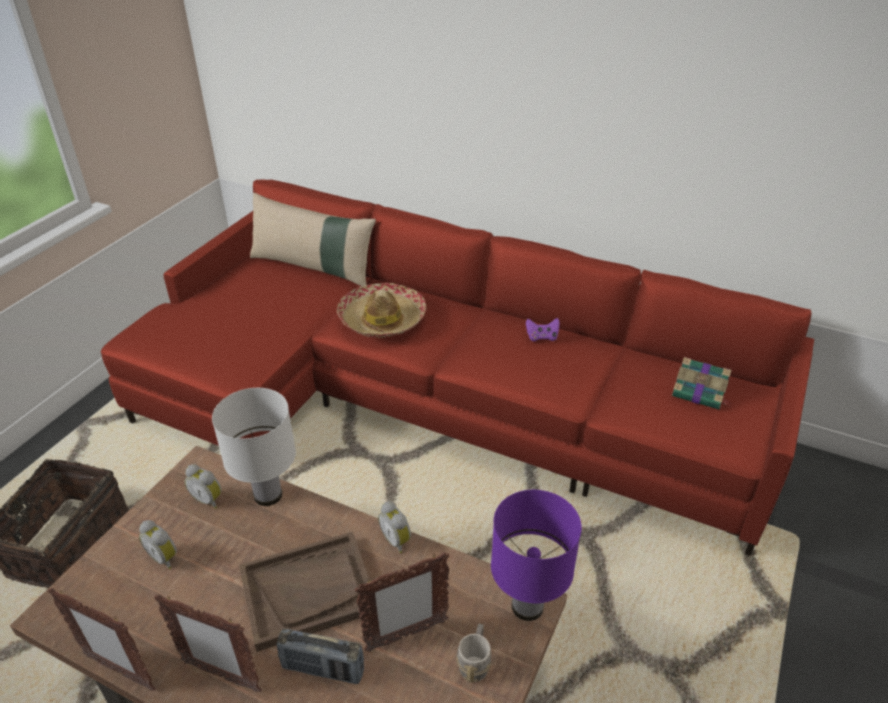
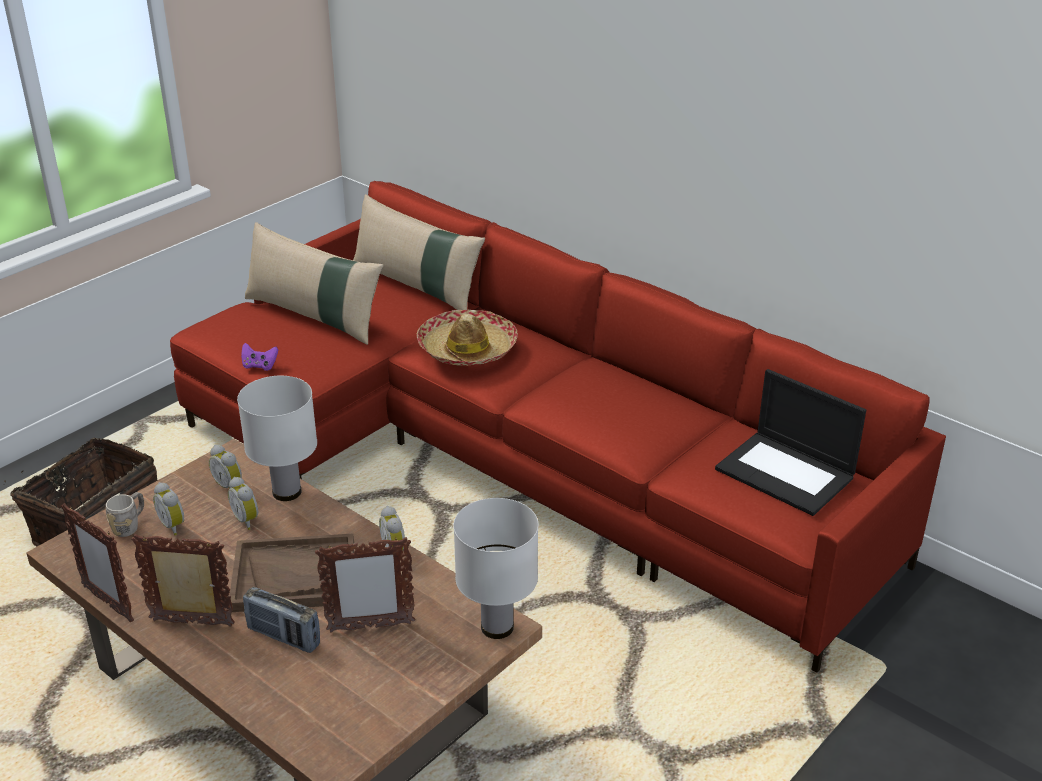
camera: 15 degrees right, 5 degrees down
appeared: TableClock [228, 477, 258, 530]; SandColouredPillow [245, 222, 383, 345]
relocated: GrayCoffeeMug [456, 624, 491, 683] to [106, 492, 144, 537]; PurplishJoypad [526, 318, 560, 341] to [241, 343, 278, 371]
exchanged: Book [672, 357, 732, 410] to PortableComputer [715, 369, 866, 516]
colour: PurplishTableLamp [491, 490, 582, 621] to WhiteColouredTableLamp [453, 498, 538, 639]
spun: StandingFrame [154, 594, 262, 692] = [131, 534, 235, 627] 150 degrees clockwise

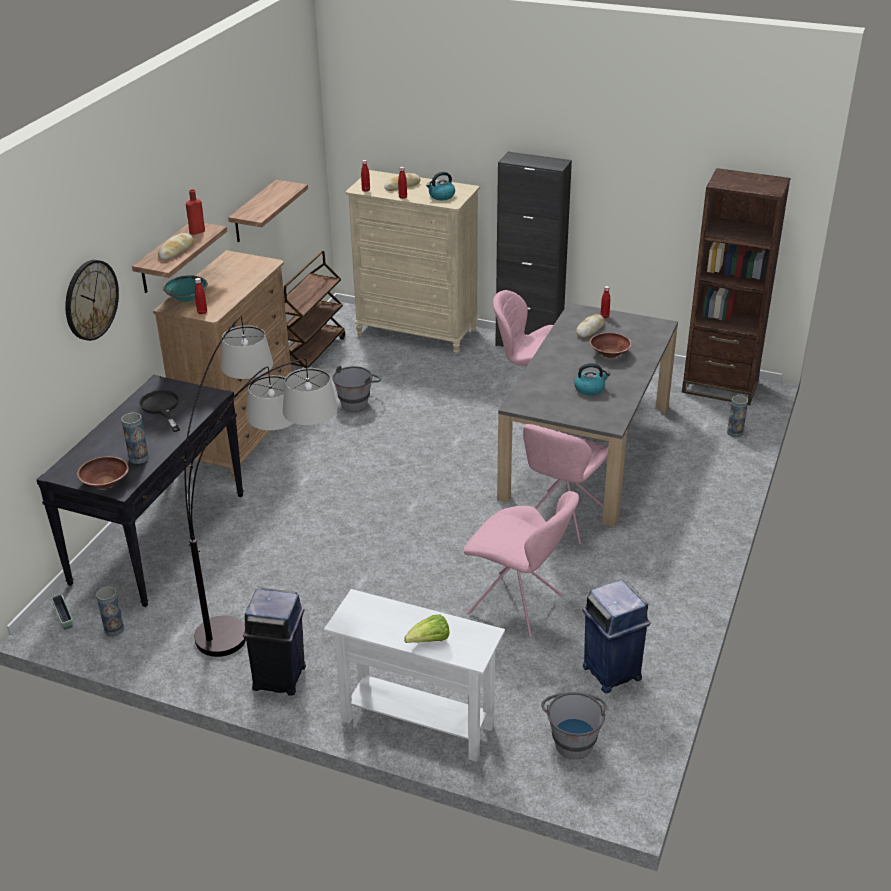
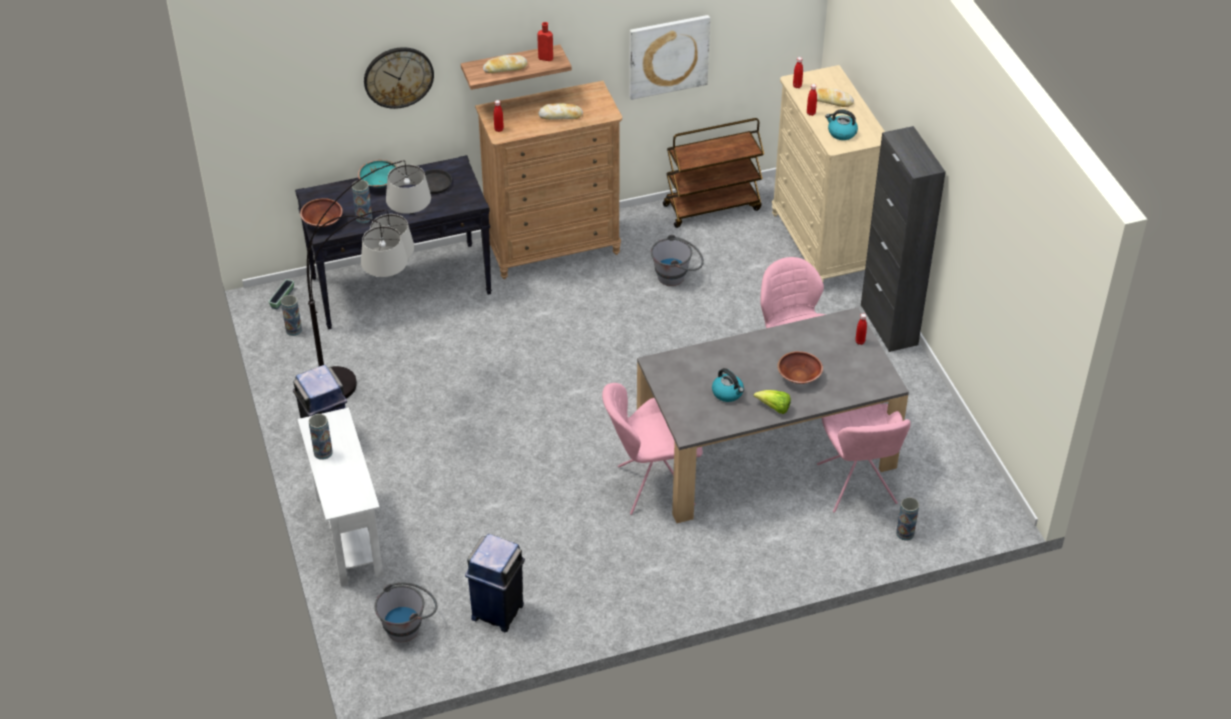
camera: 50 degrees right, 10 degrees up
missing: BrownBookcase [682, 168, 790, 405]
appeared: FlowerVase [309, 414, 333, 460]
relocated: TurquoiseDeepDish [163, 275, 208, 302] to [358, 160, 397, 188]; LettuceHead [404, 615, 450, 643] to [754, 390, 791, 414]; PinkChair [463, 491, 579, 638] to [817, 404, 911, 513]; Bread [576, 314, 605, 338] to [538, 103, 583, 120]
exchanged: WallShelf [228, 180, 308, 242] to WallArt [629, 15, 710, 100]

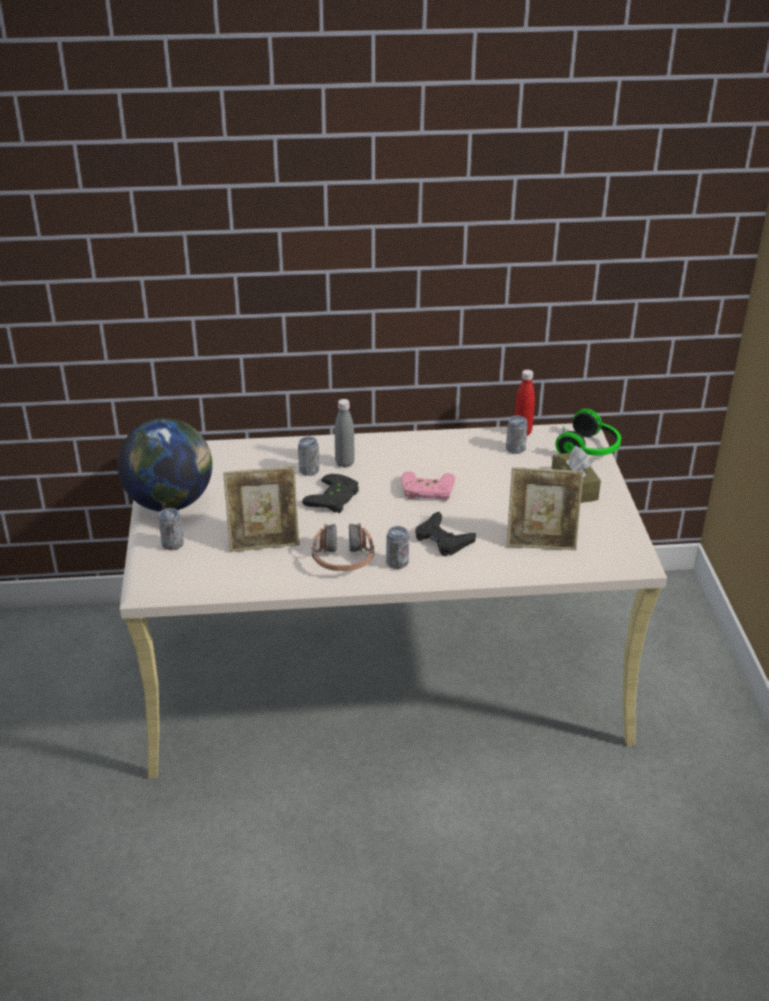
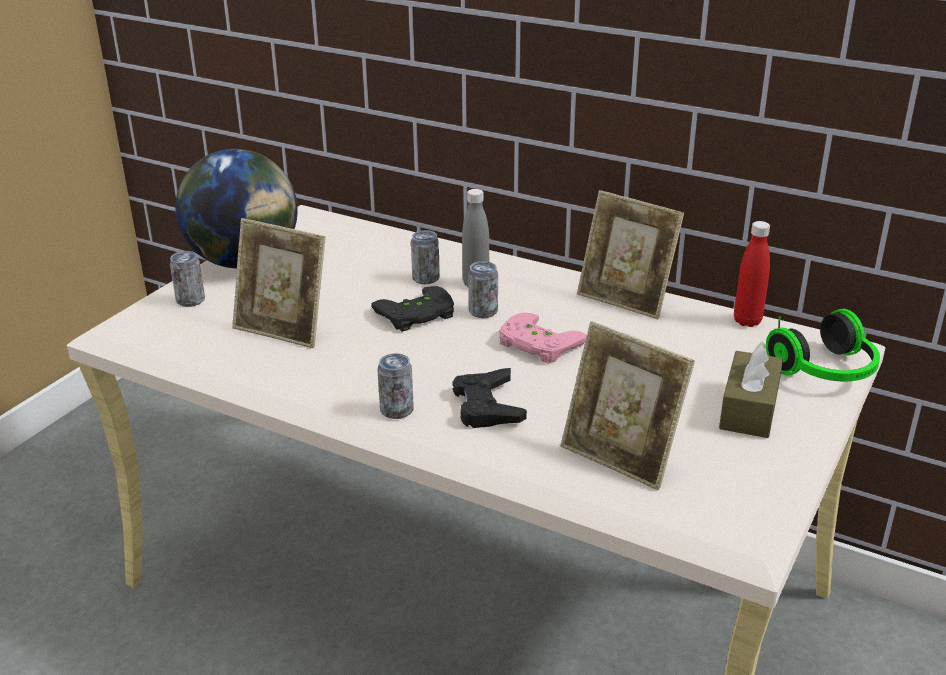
camera: 35 degrees right, 5 degrees down
missing: PairOfHeadphones [312, 523, 374, 571]
appeared: StandingFrame [577, 190, 684, 319]
relocated: Can [506, 416, 528, 454] to [468, 261, 498, 318]

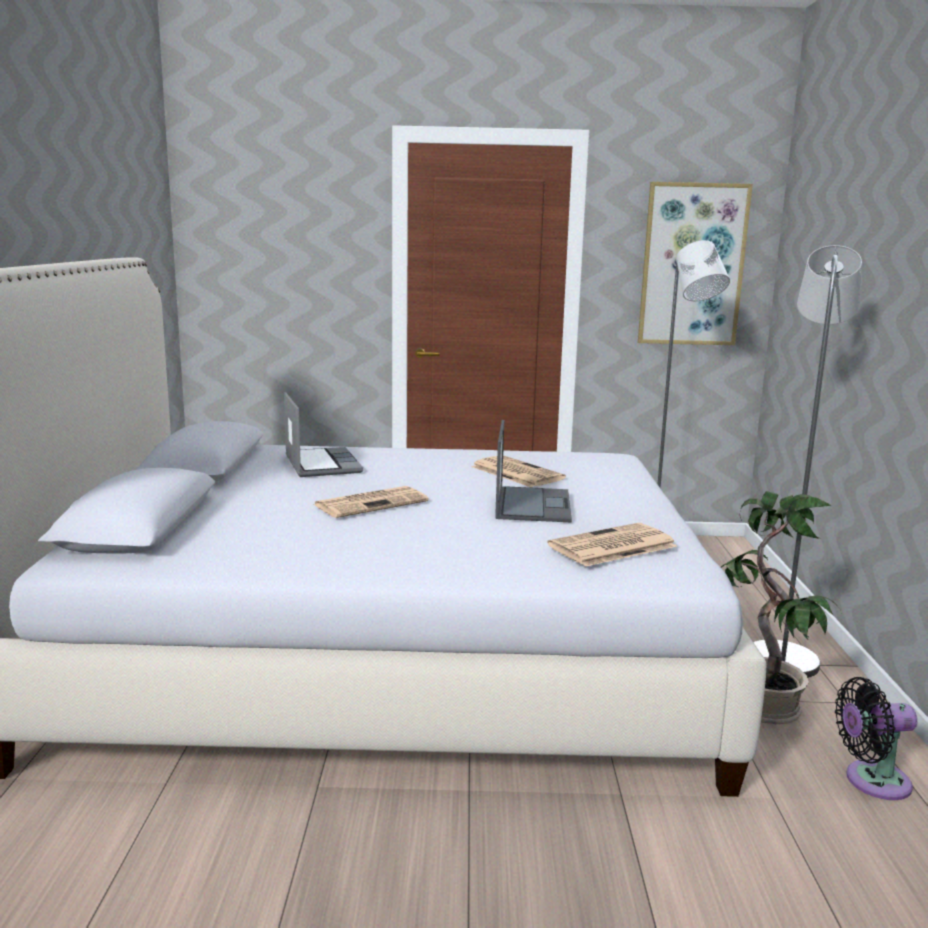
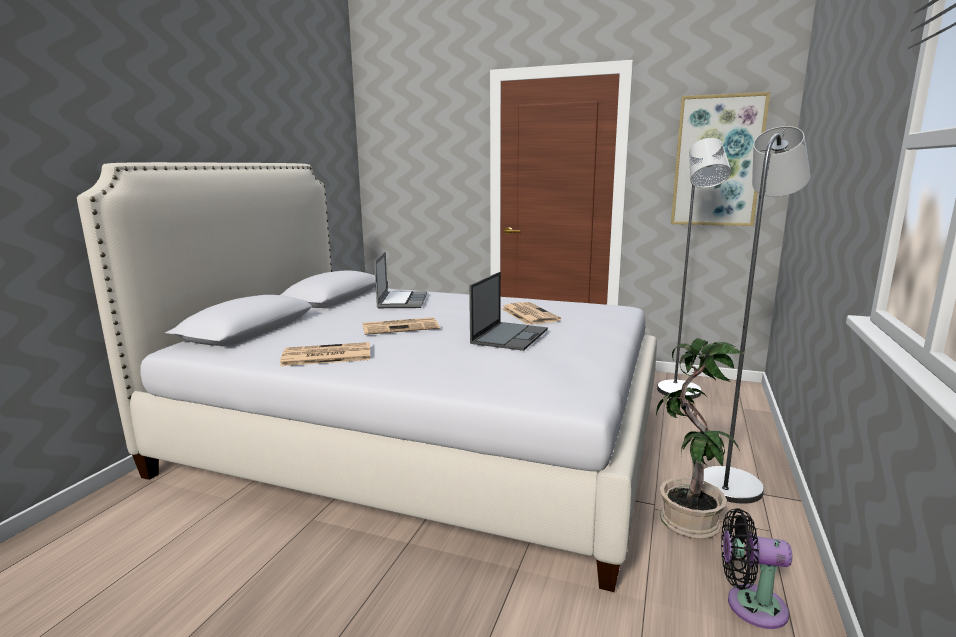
camera: 20 degrees right, 0 degrees up
relocated: Newspaper [547, 523, 677, 567] to [280, 342, 370, 366]

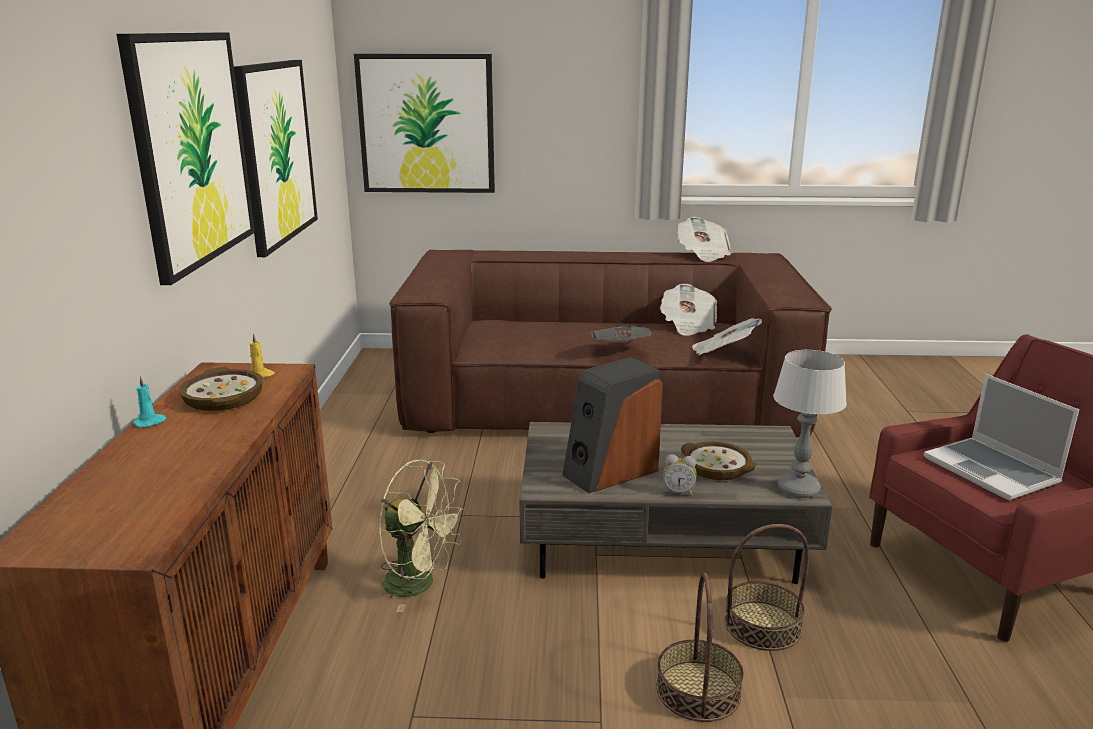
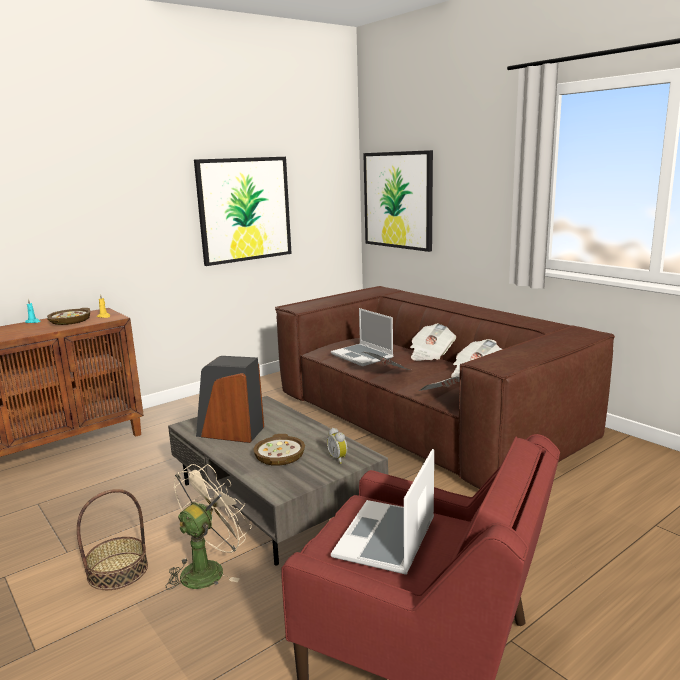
camera: 50 degrees right, 5 degrees down
missing: WallArt [116, 32, 255, 285]; GreenishFan [379, 460, 466, 612]; TableLamp [773, 350, 847, 498]
appeared: PortableComputer [331, 308, 394, 366]
relocated: TableClock [663, 454, 697, 497] to [327, 428, 348, 464]; Newspaper [678, 217, 731, 262] to [410, 323, 456, 361]
exchanged: HouseholdBasket [724, 524, 809, 651] to SandColouredFan [166, 464, 252, 590]

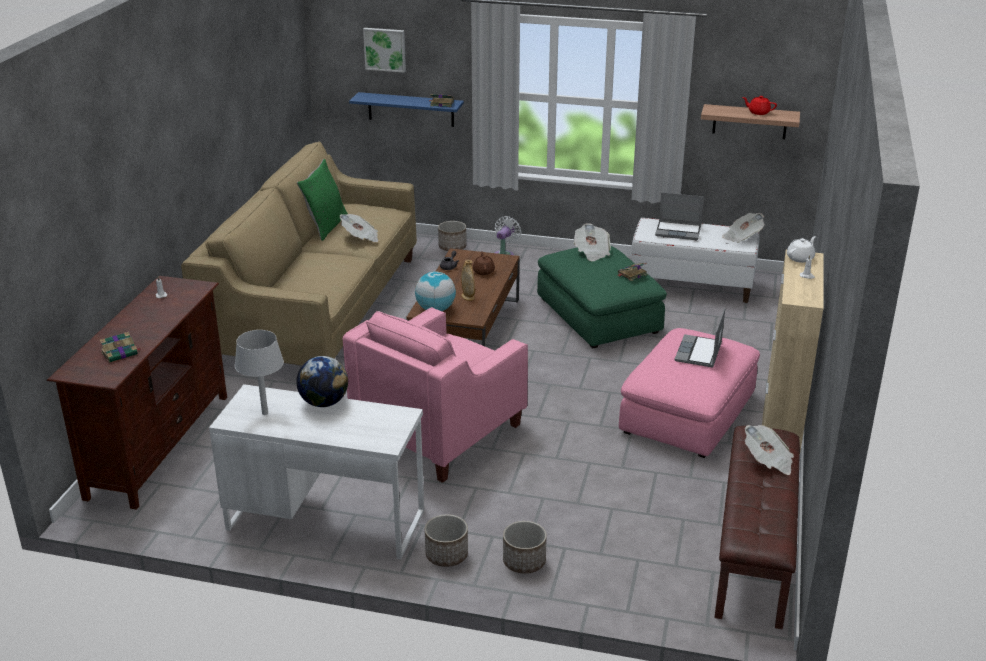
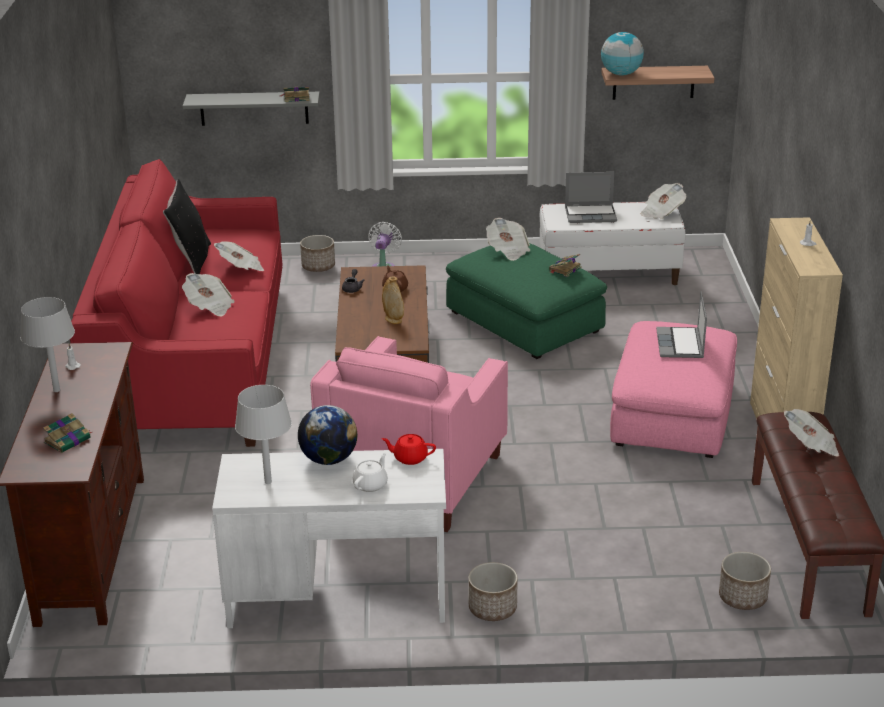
camera: 15 degrees left, 0 degrees up
missing: WallArt [363, 28, 406, 73]
appeared: GrayTableLamp [20, 297, 75, 392]; Newspaper [182, 273, 235, 316]
relocated: Globe [415, 271, 456, 311] to [601, 32, 644, 76]; Planter [503, 521, 547, 574] to [719, 552, 771, 610]; RedColouredTeapot [742, 96, 777, 115] to [381, 434, 436, 465]; WhiteColouredTeapot [787, 236, 816, 263] to [352, 453, 388, 492]
colour: SandColouredCouch [181, 142, 417, 365] to RedColouredCouch [70, 159, 282, 447]; GreenishPillow [297, 159, 348, 241] to BlackishPillow [163, 179, 211, 274]; BluishWallShelf [349, 92, 464, 127] to GrayWallShelf [183, 92, 320, 126]

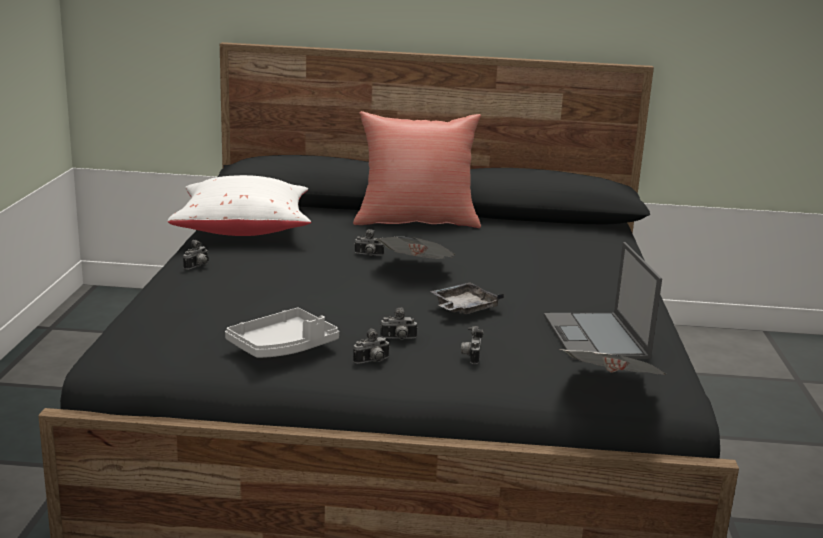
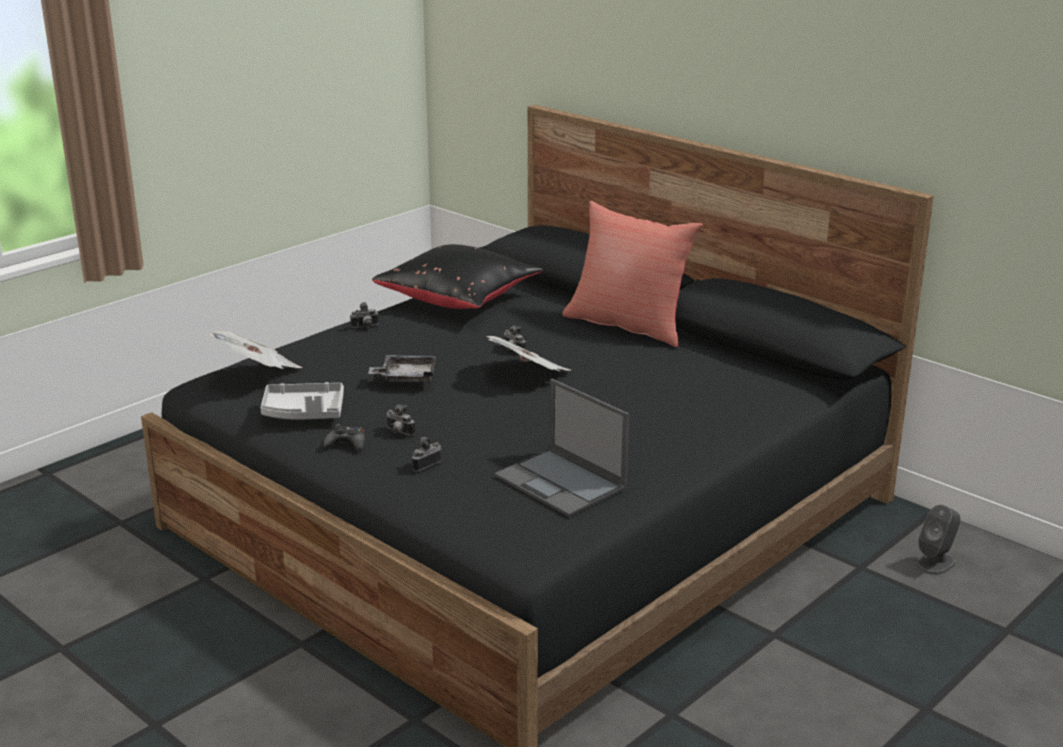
camera: 40 degrees right, 5 degrees up
appeared: GrayLoudspeaker [916, 505, 961, 575]
relocated: GrayCarryingTray [430, 283, 504, 314] to [368, 355, 436, 382]; Newspaper [560, 349, 666, 375] to [209, 330, 302, 369]
exchanged: StillCamera [353, 328, 390, 364] to BlackishJoypad [323, 424, 365, 451]
colour: WhiteColouredPillow [168, 175, 311, 236] to BlackishPillow [372, 244, 543, 309]
spun: PortableComputer [544, 242, 662, 360] = [495, 379, 629, 517] 75 degrees counterclockwise

